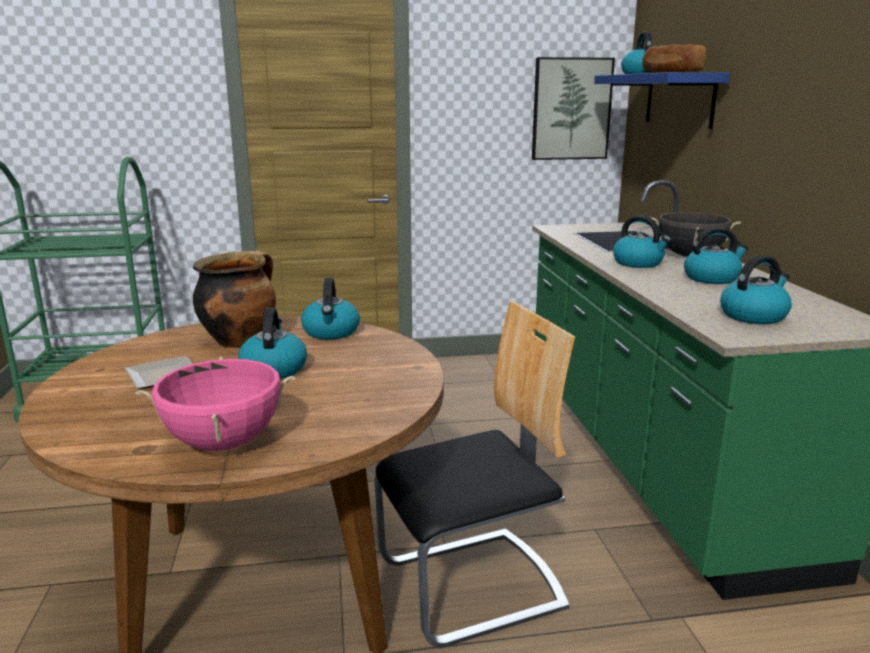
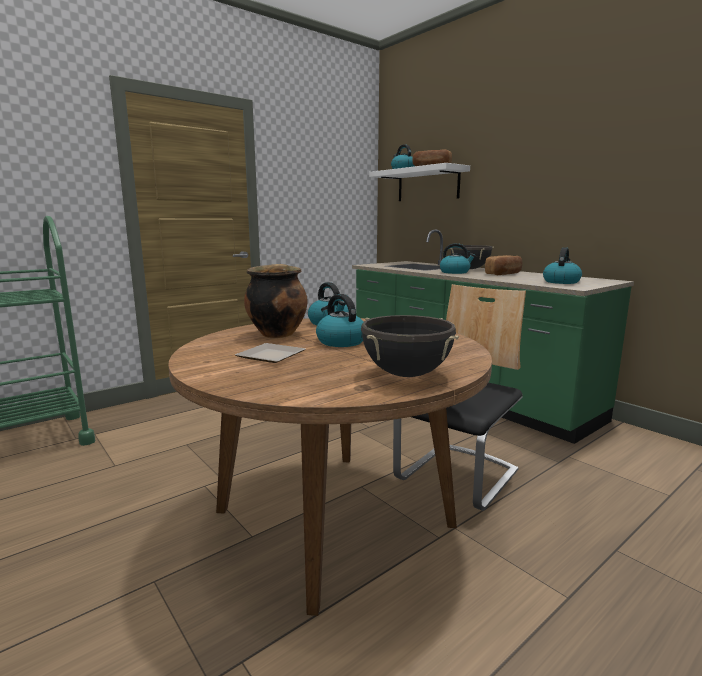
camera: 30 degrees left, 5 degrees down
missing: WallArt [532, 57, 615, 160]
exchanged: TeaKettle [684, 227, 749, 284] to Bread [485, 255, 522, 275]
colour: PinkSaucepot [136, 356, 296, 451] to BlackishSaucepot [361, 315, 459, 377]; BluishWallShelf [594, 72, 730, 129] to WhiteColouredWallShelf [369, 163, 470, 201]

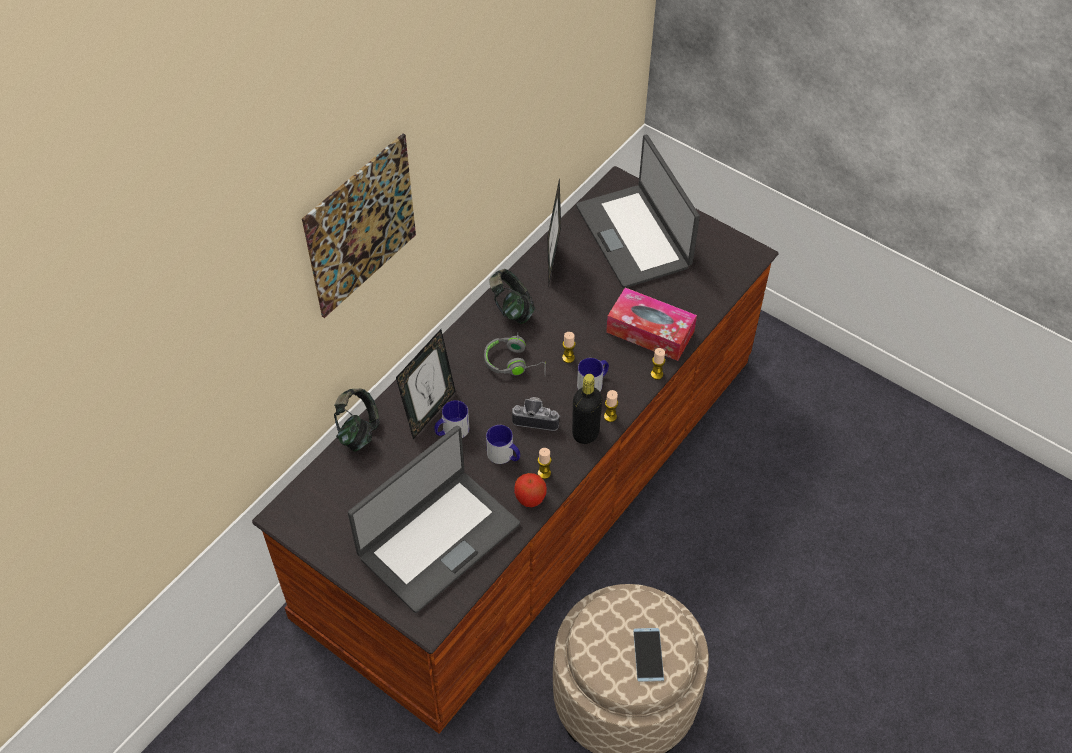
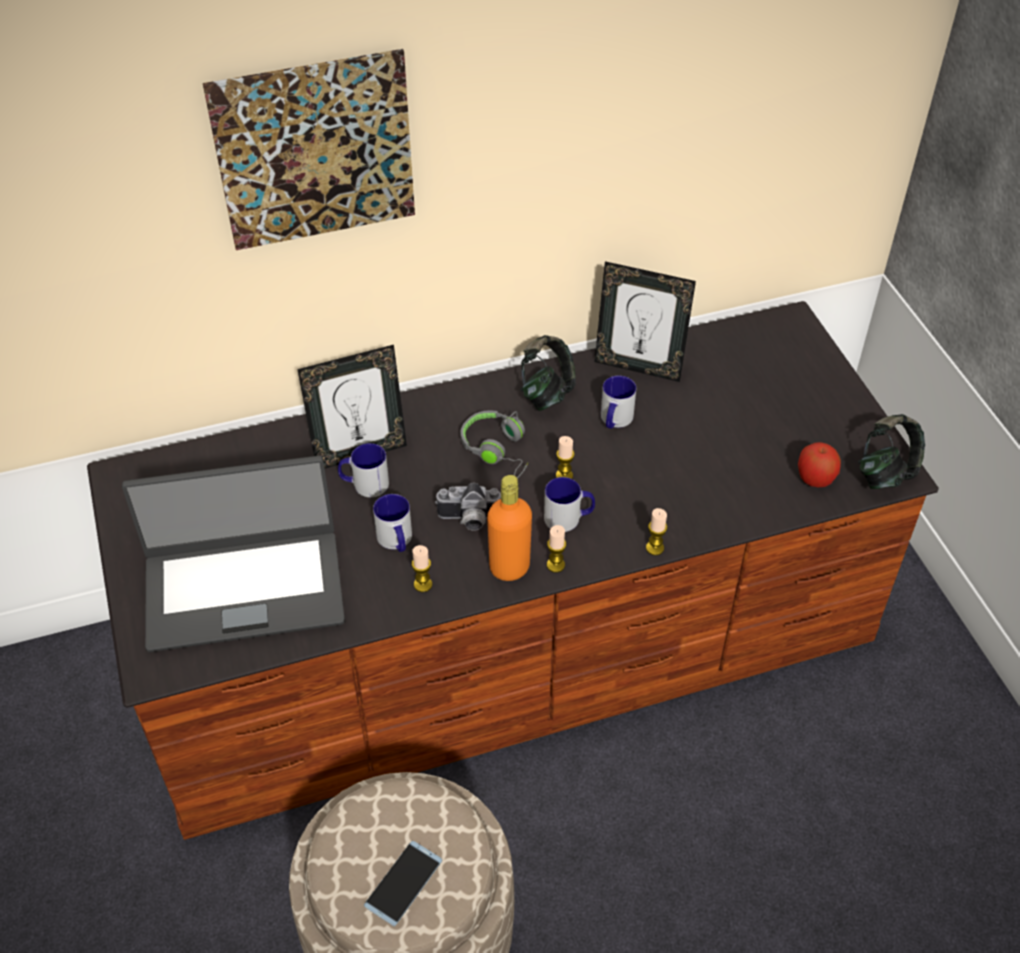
camera: 35 degrees right, 5 degrees down
missing: PortableComputer [576, 135, 700, 288]; TissueBox [606, 287, 697, 361]
appeared: CoffeeMug [601, 376, 636, 429]
relocated: PairOfHeadphones [334, 389, 380, 452] to [858, 414, 925, 489]; WholeApple [514, 473, 547, 507] to [798, 442, 841, 487]
colour: BlackishDrinkBottle [572, 374, 602, 444] to OrangeColouredDrinkBottle [487, 475, 532, 581]
spun: StillCamera [512, 397, 560, 431] = [435, 483, 501, 531] 135 degrees clockwise; StandingFrame [547, 177, 561, 287] = [595, 261, 696, 382] 105 degrees counterclockwise

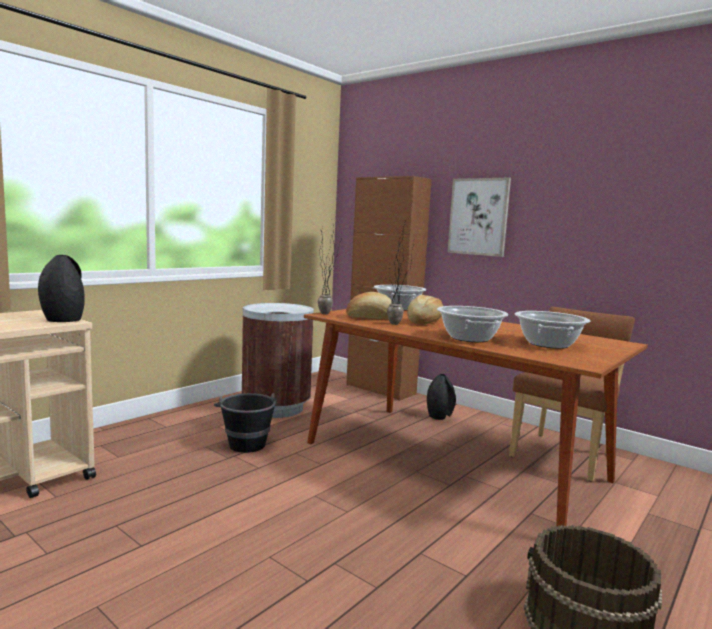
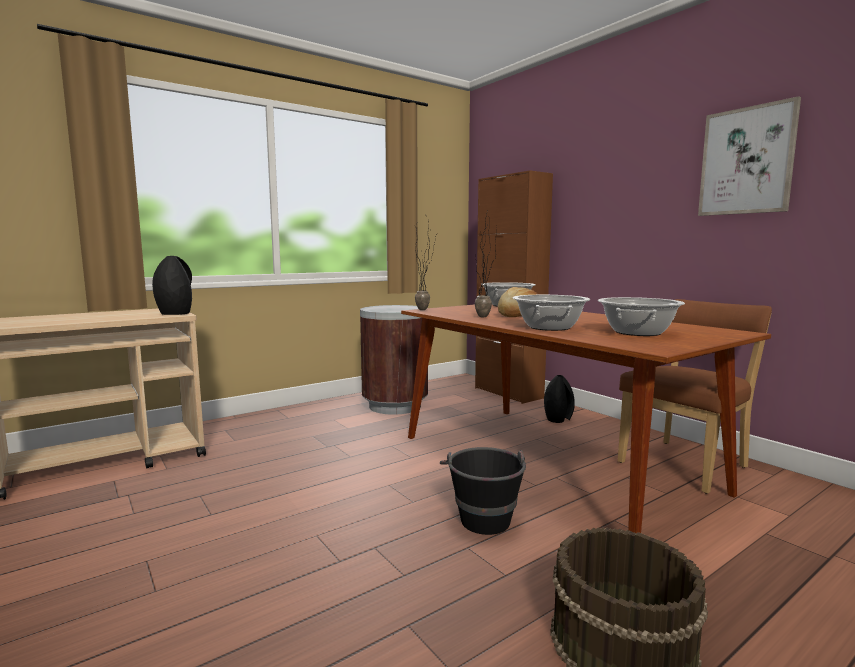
camera: 15 degrees right, 0 degrees up
missing: Bread [346, 292, 392, 319]
relocated: BlackishPail [214, 393, 277, 453] to [440, 447, 526, 535]; WallArt [447, 178, 511, 257] to [698, 96, 801, 216]

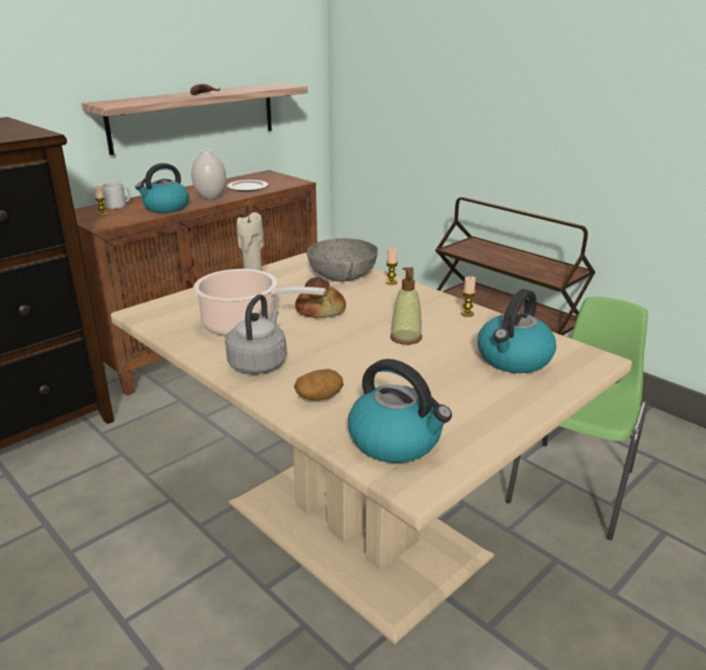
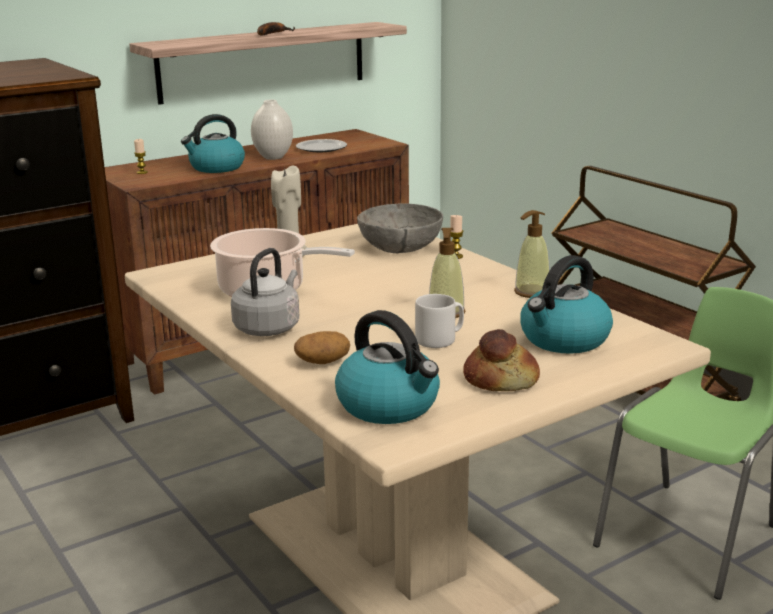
camera: 10 degrees right, 5 degrees down
relocated: GrayCoffeeMug [102, 183, 130, 209] to [415, 294, 464, 348]; Bread [295, 277, 346, 318] to [463, 329, 540, 391]
exchanged: Candle [461, 276, 476, 317] to SoapBottle [514, 210, 550, 298]

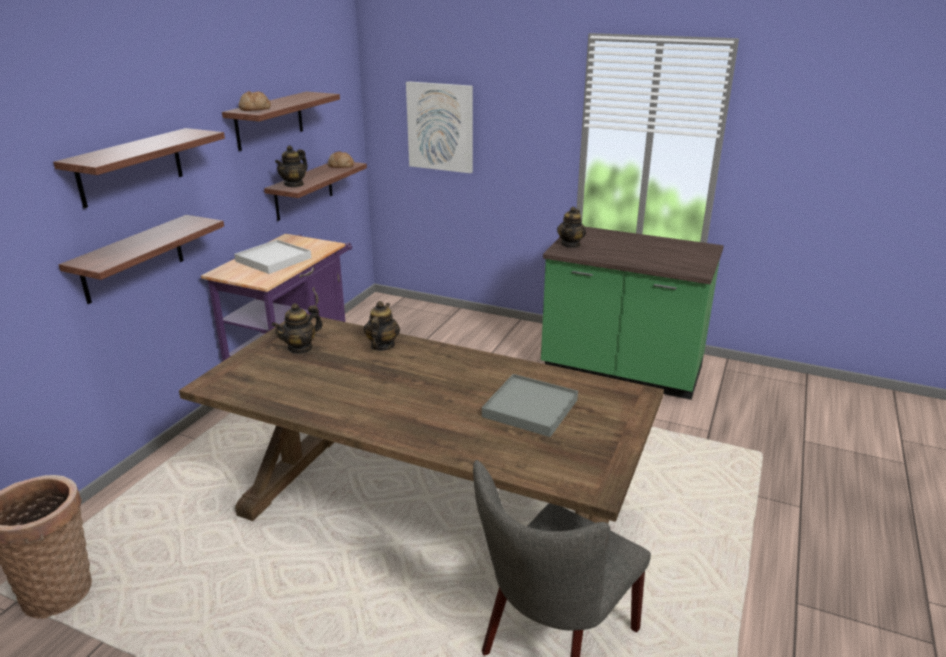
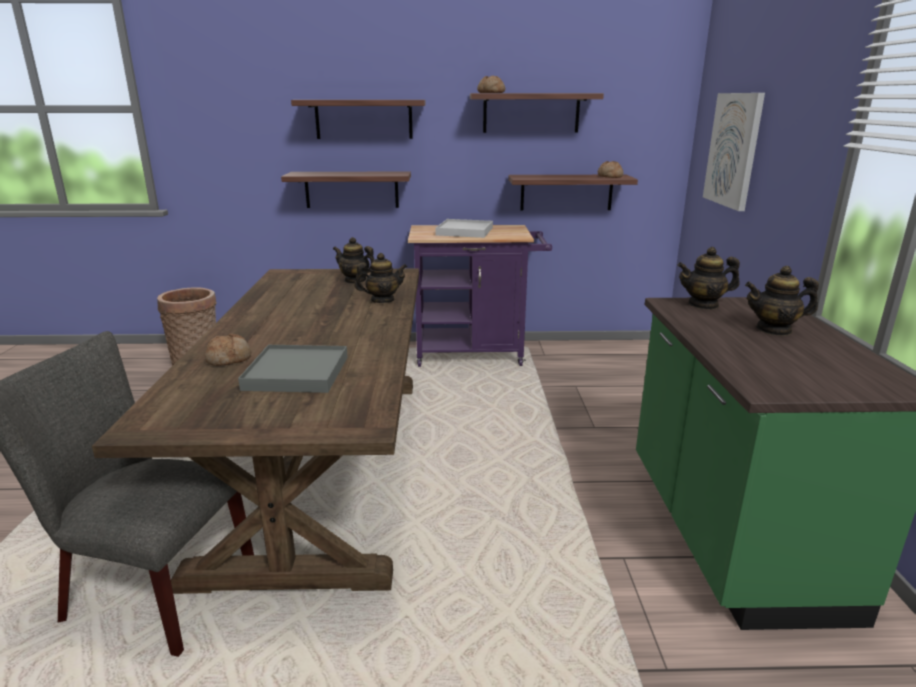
camera: 65 degrees right, 5 degrees down
appeared: Bread [205, 333, 251, 366]
relocated: Teapot [275, 145, 308, 187] to [745, 266, 819, 336]

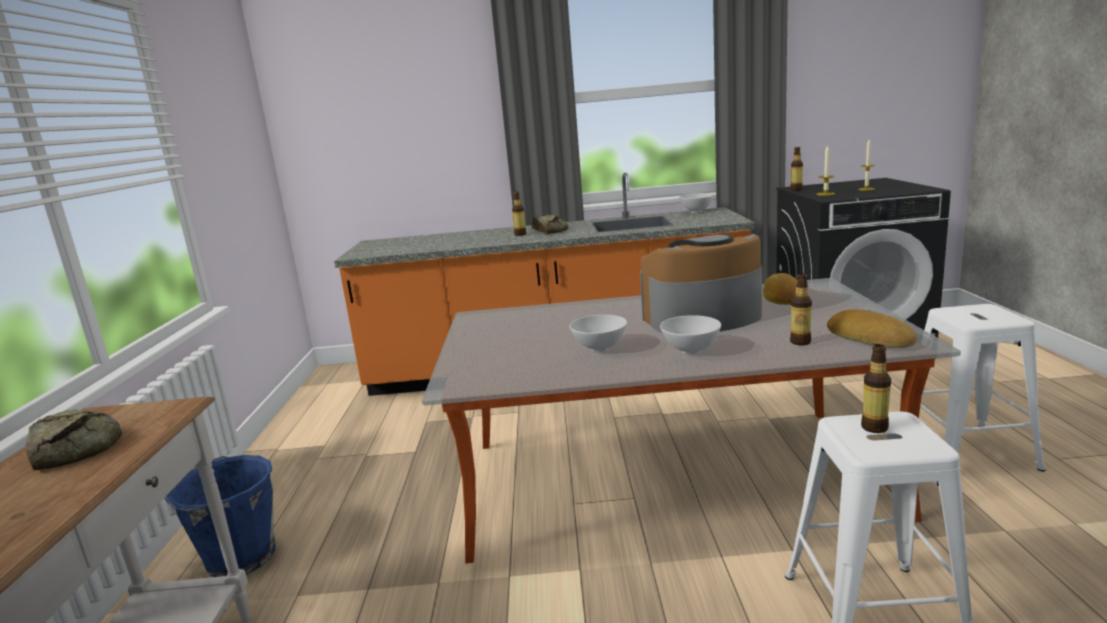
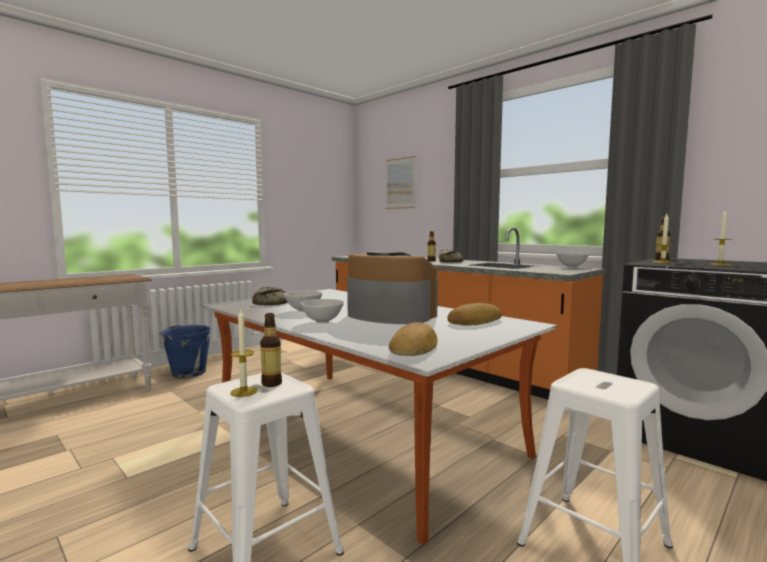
camera: 45 degrees right, 10 degrees down
missing: DrinkBottle [790, 273, 812, 345]
appeared: Candle [230, 310, 258, 397]; WallArt [386, 156, 415, 209]
relocated: Bread [26, 410, 122, 470] to [252, 287, 287, 305]

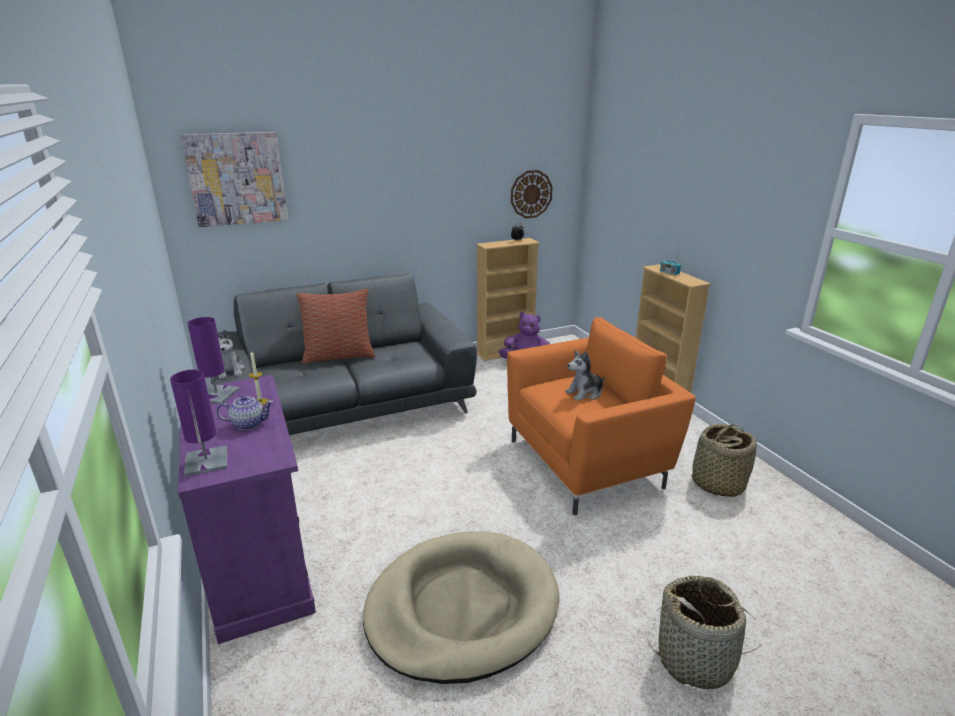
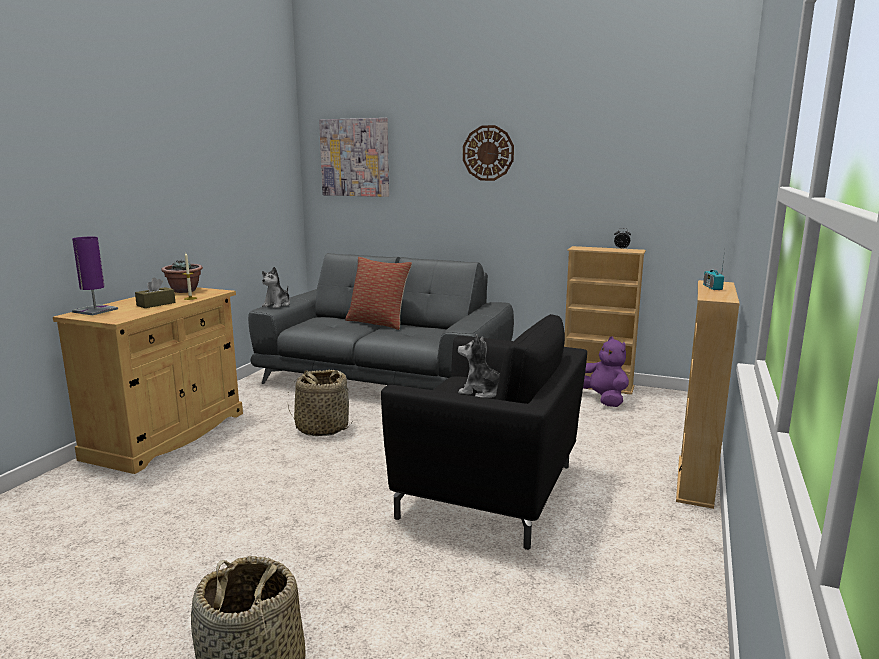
camera: 45 degrees right, 10 degrees down
missing: SandColouredDogBed [363, 532, 559, 684]
relocated: WallClock [511, 170, 553, 218] to [463, 125, 514, 181]; HouseholdBasket [691, 424, 757, 497] to [287, 370, 353, 436]
exchanged: PurplishTableLamp [188, 317, 240, 404] to PlantInAPot [161, 260, 203, 293]; Teapot [217, 396, 274, 430] to BrownTissueBox [135, 277, 175, 308]
colour: PurplishStorageCabinet [178, 375, 316, 644] to SandColouredStorageCabinet [53, 287, 243, 474]; OrangeColouredLoungeChair [507, 317, 696, 515] to BlackishLoungeChair [381, 314, 587, 550]

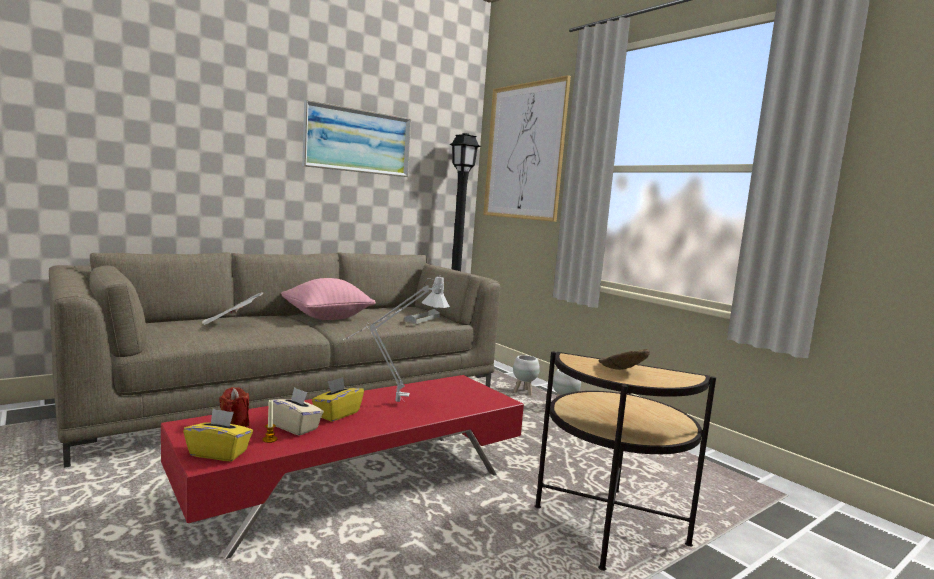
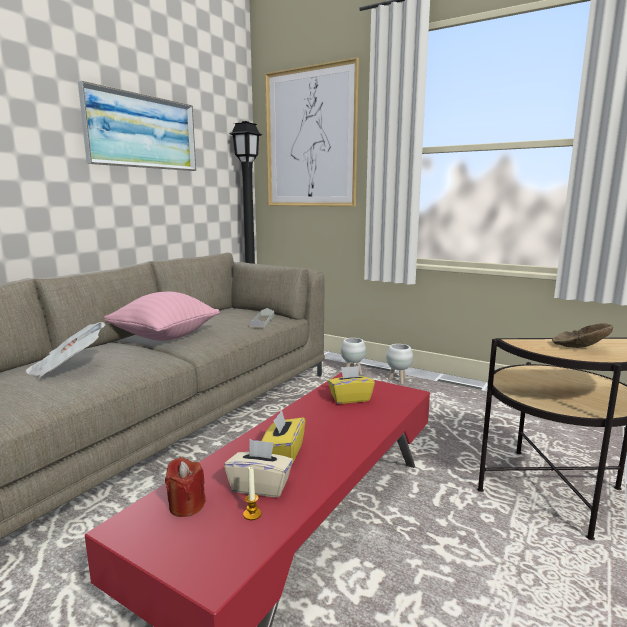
camera: 20 degrees left, 5 degrees up
missing: GrayTableLamp [343, 277, 450, 402]
relocated: YellowColouredTissueBox [183, 409, 253, 462] to [328, 366, 375, 404]

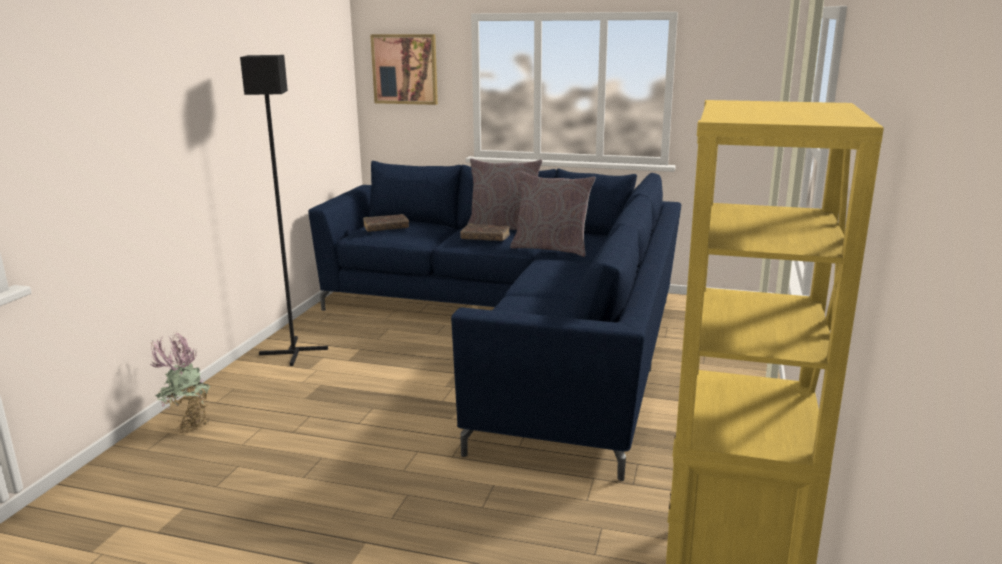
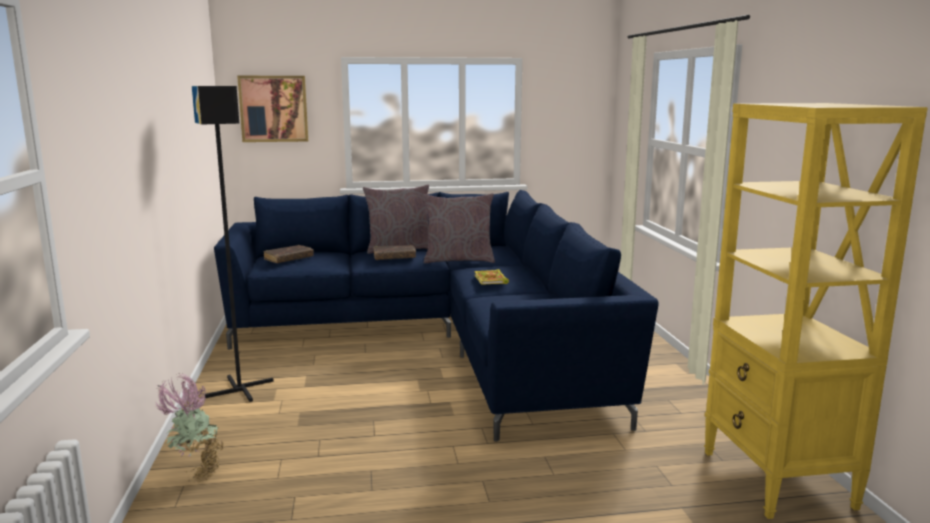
camera: 25 degrees left, 5 degrees down
appeared: Book [474, 269, 509, 285]

